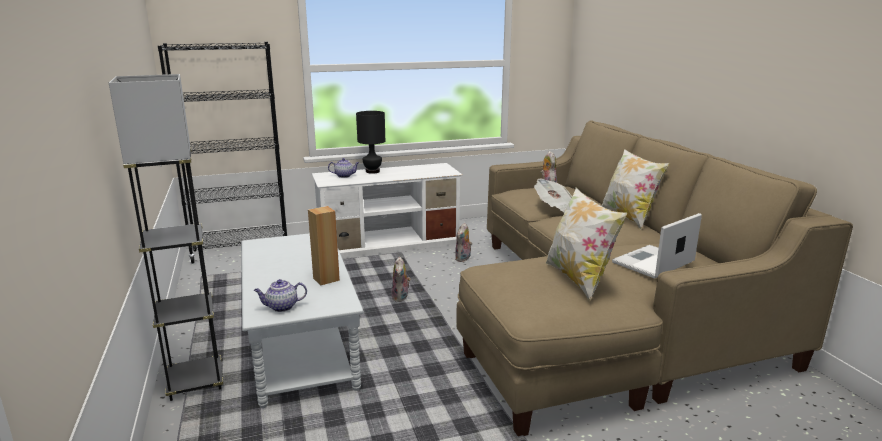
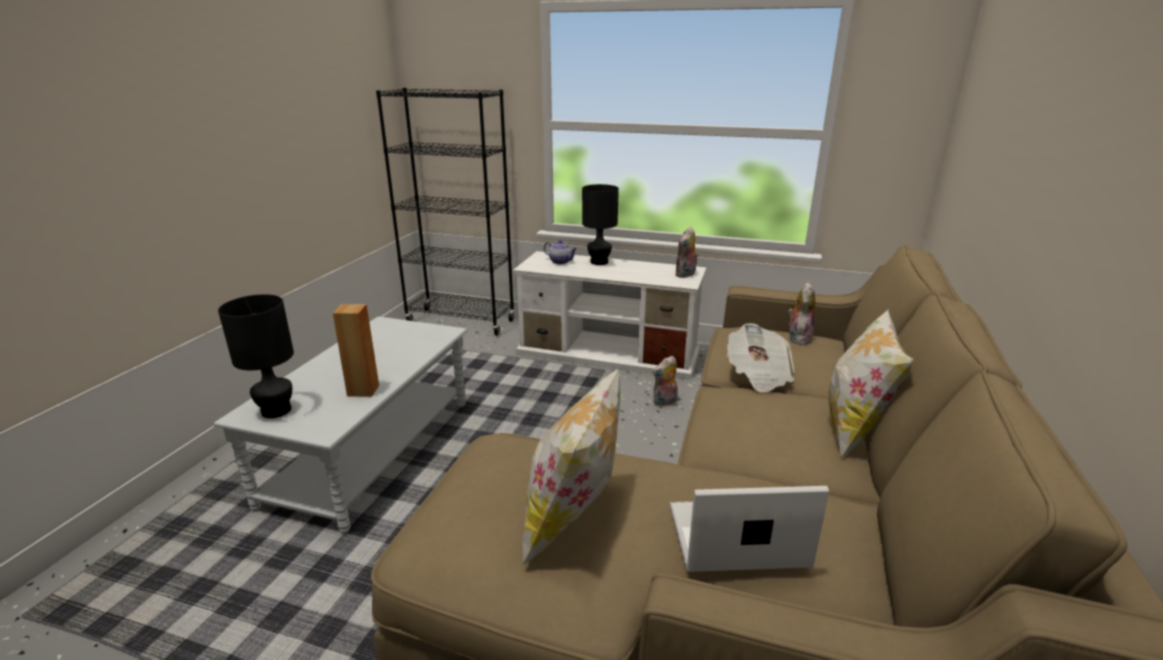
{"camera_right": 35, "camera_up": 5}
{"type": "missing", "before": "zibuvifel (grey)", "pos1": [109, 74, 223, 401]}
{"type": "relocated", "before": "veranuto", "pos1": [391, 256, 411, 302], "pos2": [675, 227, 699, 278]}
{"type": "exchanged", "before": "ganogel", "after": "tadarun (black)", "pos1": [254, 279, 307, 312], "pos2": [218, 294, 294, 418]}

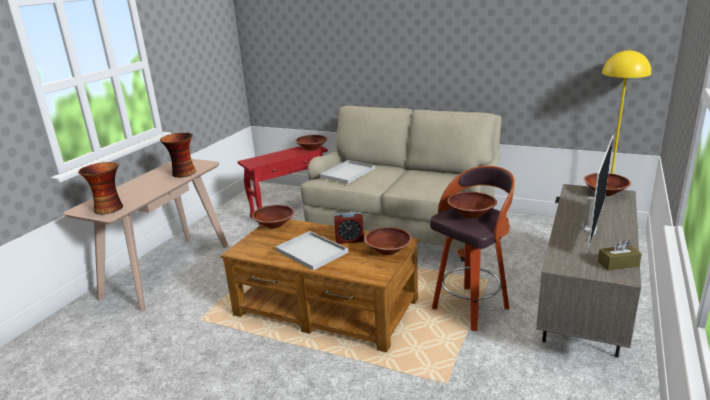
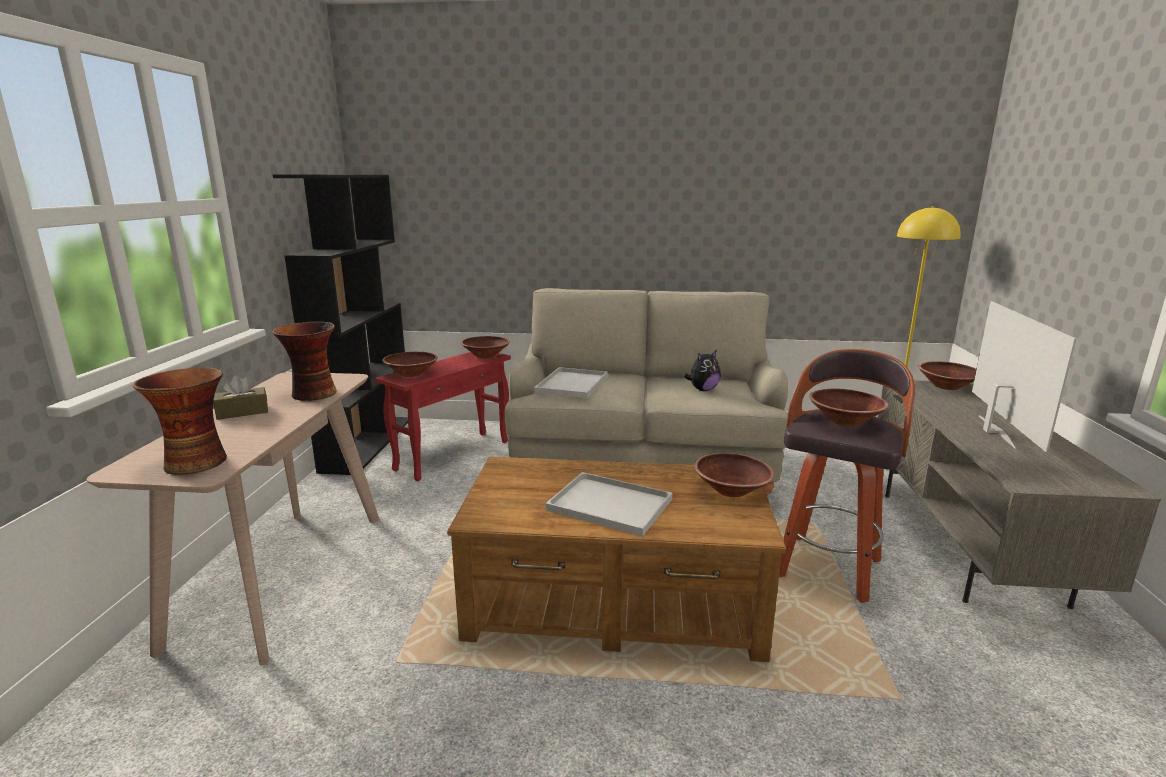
{"camera_right": -20, "camera_up": -5}
{"type": "missing", "before": "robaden", "pos1": [334, 212, 364, 244]}
{"type": "appeared", "after": "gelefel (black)", "pos2": [273, 175, 408, 475]}
{"type": "appeared", "after": "veranuto", "pos2": [684, 350, 721, 391]}
{"type": "relocated", "before": "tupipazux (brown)", "pos1": [252, 205, 294, 229], "pos2": [382, 352, 438, 377]}
{"type": "relocated", "before": "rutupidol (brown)", "pos1": [598, 239, 642, 270], "pos2": [213, 375, 268, 420]}

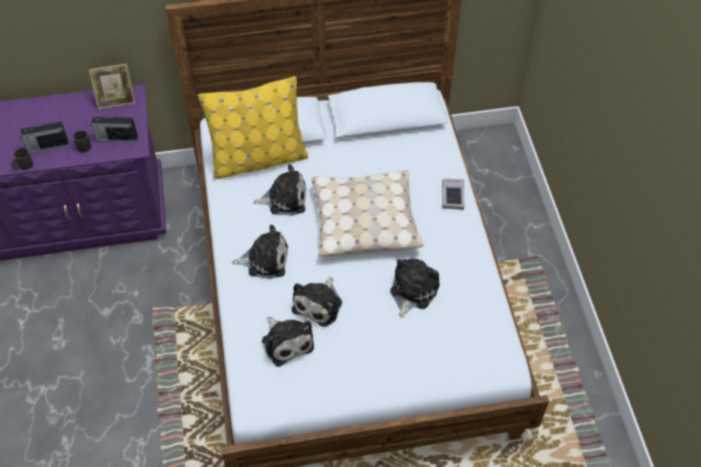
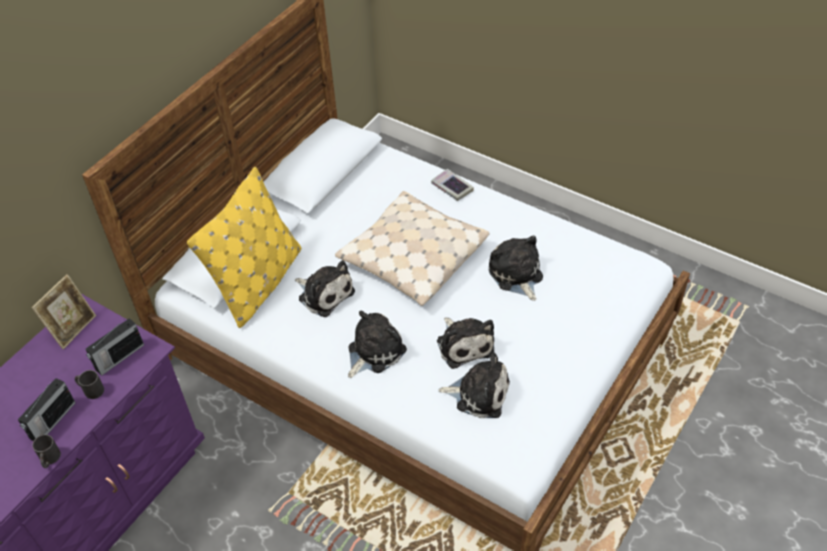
{"camera_right": -45, "camera_up": -5}
{"type": "spun", "before": "veranuto", "pos1": [253, 164, 306, 216], "pos2": [295, 260, 355, 317], "turn": 90}

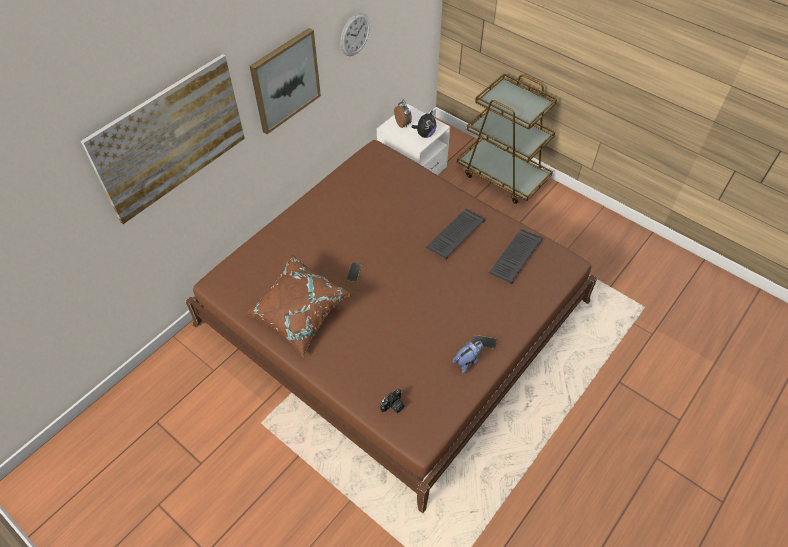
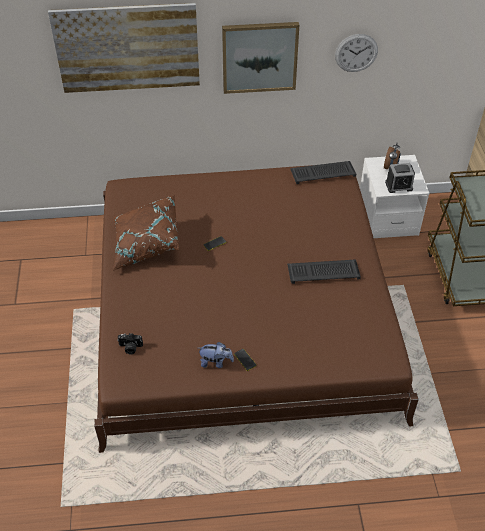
{"camera_right": 45, "camera_up": -5}
{"type": "relocated", "before": "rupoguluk", "pos1": [489, 229, 543, 285], "pos2": [290, 161, 357, 184]}
{"type": "exchanged", "before": "veranuto", "after": "robaden", "pos1": [412, 110, 436, 138], "pos2": [385, 163, 415, 193]}

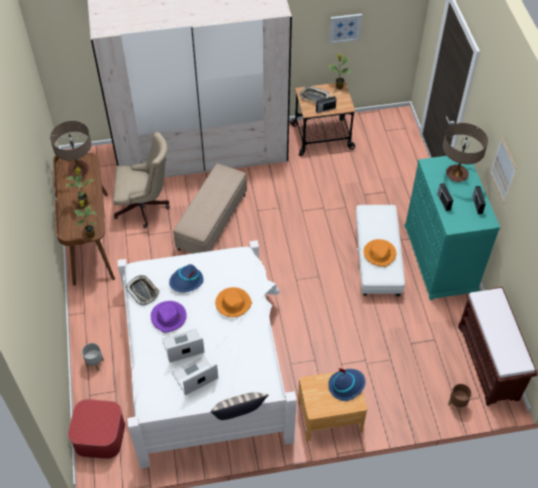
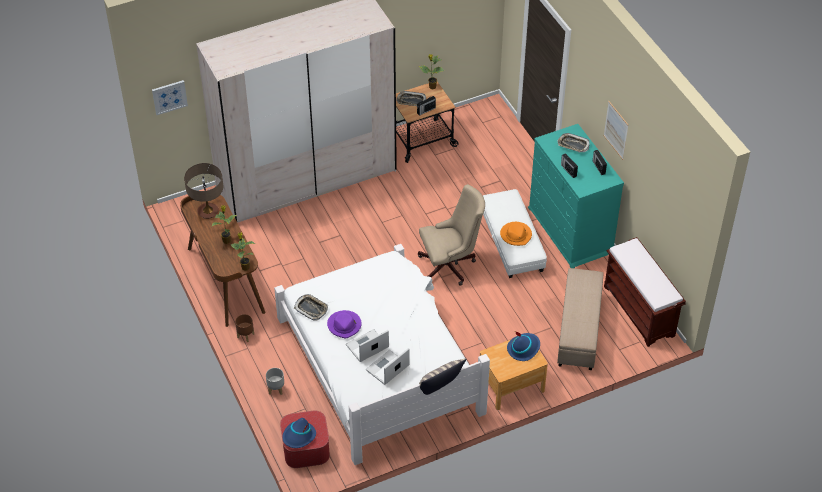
{"camera_right": -15, "camera_up": -5}
{"type": "missing", "before": "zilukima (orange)", "pos1": [215, 287, 252, 317]}
{"type": "relocated", "before": "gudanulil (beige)", "pos1": [113, 132, 170, 228], "pos2": [418, 184, 485, 286]}
{"type": "relocated", "before": "zilukima (blue)", "pos1": [169, 264, 203, 293], "pos2": [282, 418, 316, 448]}
{"type": "relocated", "before": "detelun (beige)", "pos1": [173, 163, 247, 254], "pos2": [557, 268, 603, 370]}
{"type": "relocated", "before": "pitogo", "pos1": [329, 14, 362, 44], "pos2": [152, 80, 188, 115]}
{"type": "relocated", "before": "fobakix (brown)", "pos1": [448, 384, 472, 412], "pos2": [235, 314, 254, 342]}
{"type": "exchanged", "before": "tadarun", "after": "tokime", "pos1": [443, 123, 488, 182], "pos2": [557, 133, 590, 152]}

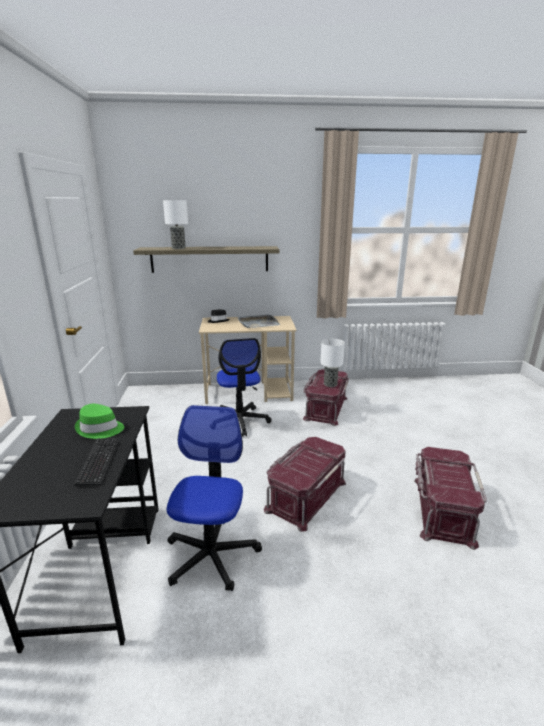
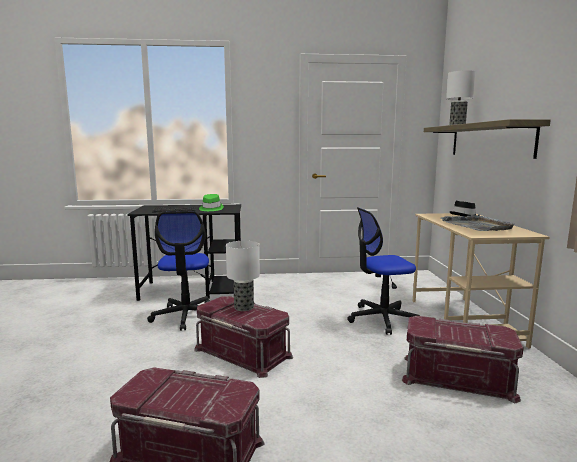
{"camera_right": 90, "camera_up": -10}
{"type": "relocated", "before": "tadarun", "pos1": [320, 339, 345, 387], "pos2": [226, 241, 260, 311]}
{"type": "spun", "before": "gudanulil", "pos1": [167, 405, 262, 591], "pos2": [147, 211, 210, 331], "turn": 75}

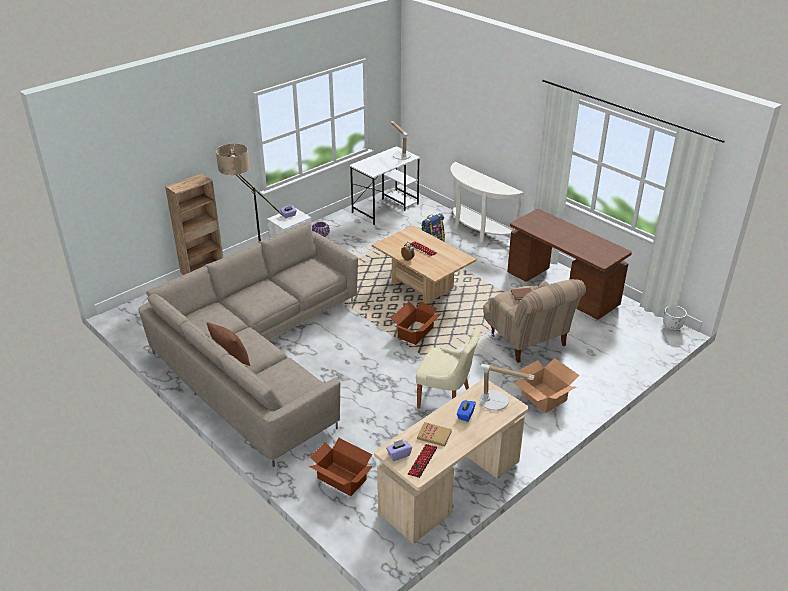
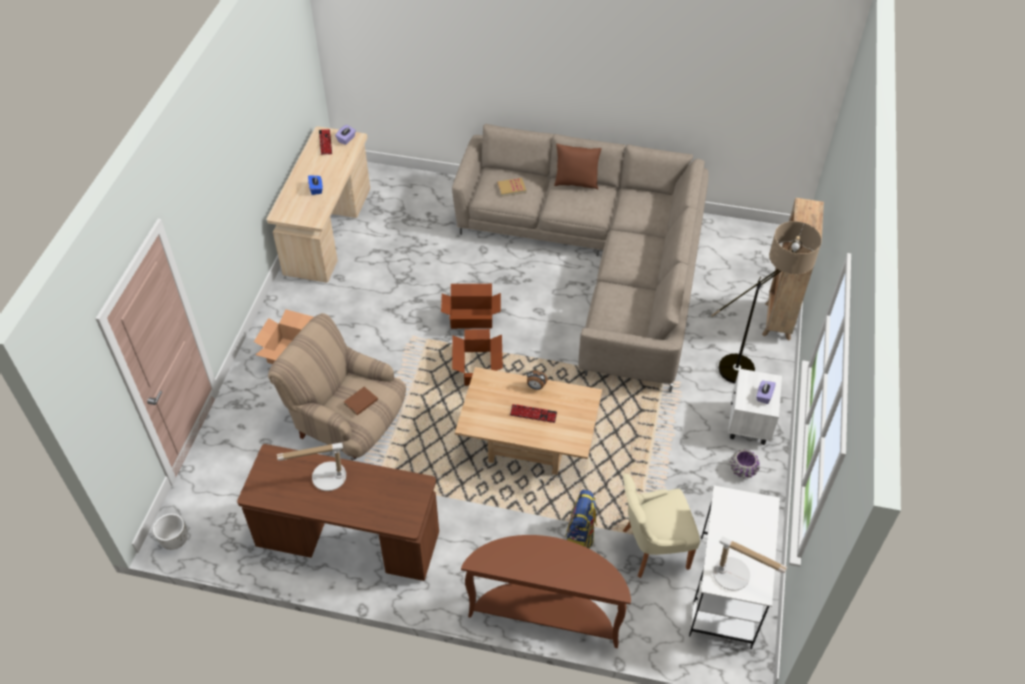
{"camera_right": 145, "camera_up": 15}
{"type": "relocated", "before": "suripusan", "pos1": [309, 438, 373, 496], "pos2": [441, 284, 501, 329]}
{"type": "relocated", "before": "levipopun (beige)", "pos1": [416, 327, 481, 409], "pos2": [623, 473, 700, 578]}
{"type": "relocated", "before": "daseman", "pos1": [417, 422, 452, 447], "pos2": [497, 178, 526, 197]}
{"type": "relocated", "before": "tadarun", "pos1": [480, 364, 535, 411], "pos2": [277, 443, 346, 491]}
{"type": "colour", "before": "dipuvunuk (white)", "after": "dipuvunuk (brown)", "pos1": [450, 162, 524, 243], "pos2": [461, 535, 631, 648]}

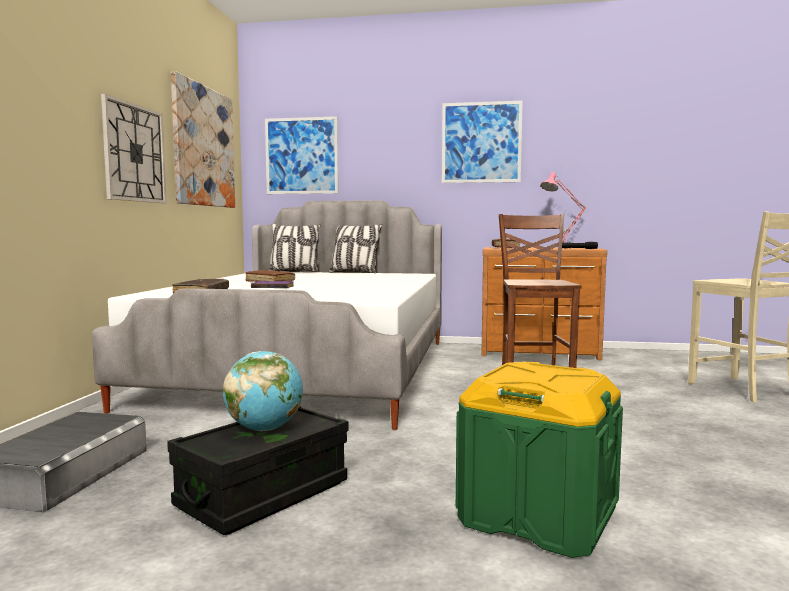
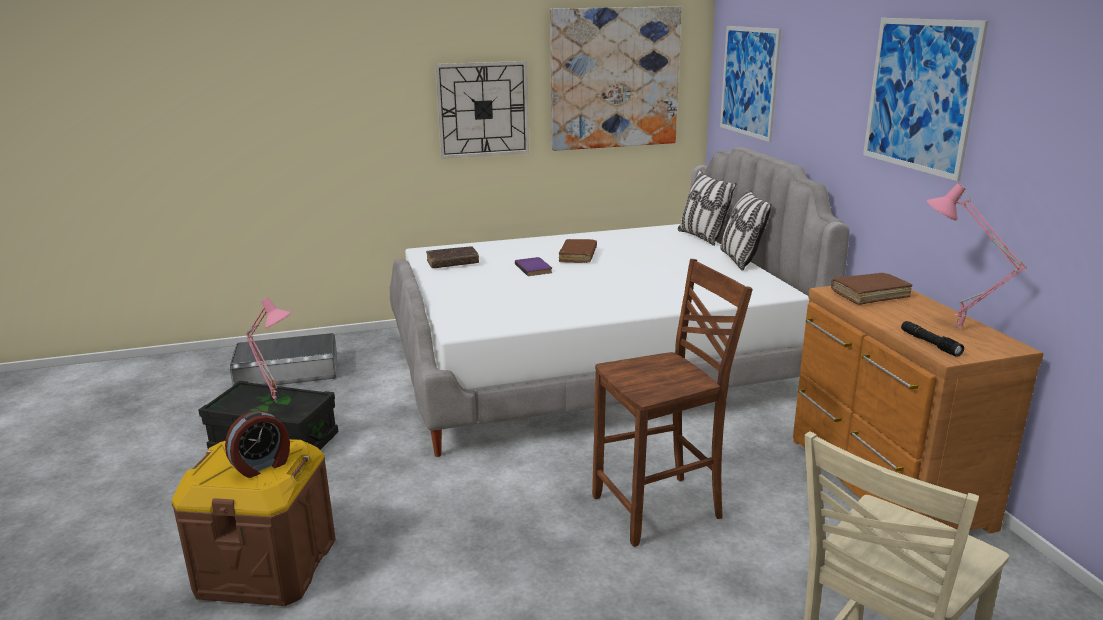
{"camera_right": 65, "camera_up": 15}
{"type": "appeared", "after": "robaden", "pos2": [225, 410, 290, 478]}
{"type": "exchanged", "before": "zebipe", "after": "tadarun (pink)", "pos1": [223, 351, 303, 431], "pos2": [246, 298, 291, 402]}
{"type": "colour", "before": "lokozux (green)", "after": "lokozux (brown)", "pos1": [456, 362, 623, 558], "pos2": [172, 439, 336, 606]}

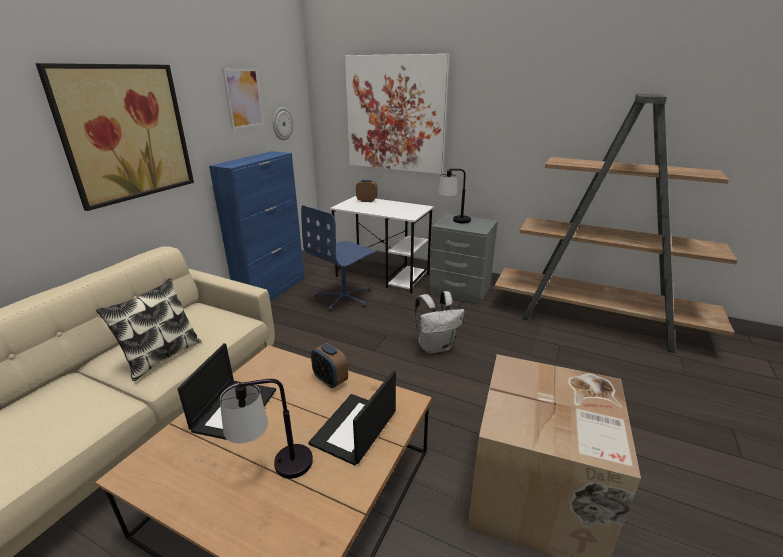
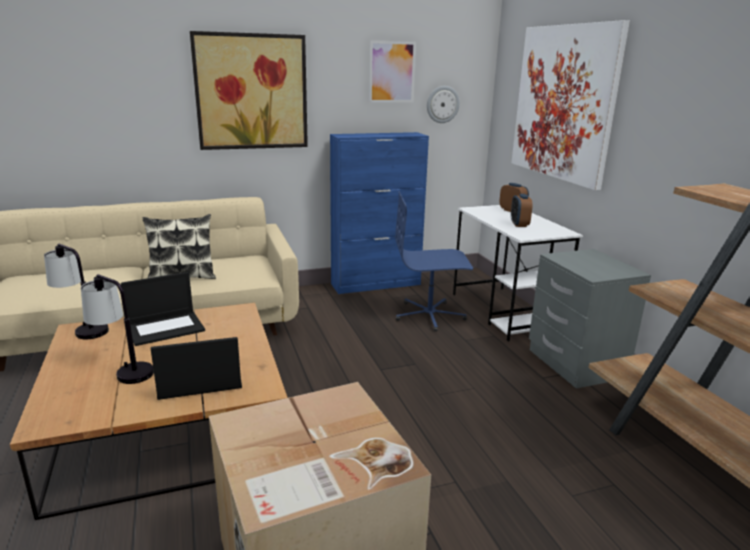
{"camera_right": 45, "camera_up": -5}
{"type": "missing", "before": "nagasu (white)", "pos1": [415, 291, 465, 354]}
{"type": "relocated", "before": "robaden", "pos1": [311, 343, 348, 389], "pos2": [511, 194, 533, 227]}
{"type": "relocated", "before": "tadarun", "pos1": [438, 169, 471, 223], "pos2": [44, 244, 109, 339]}

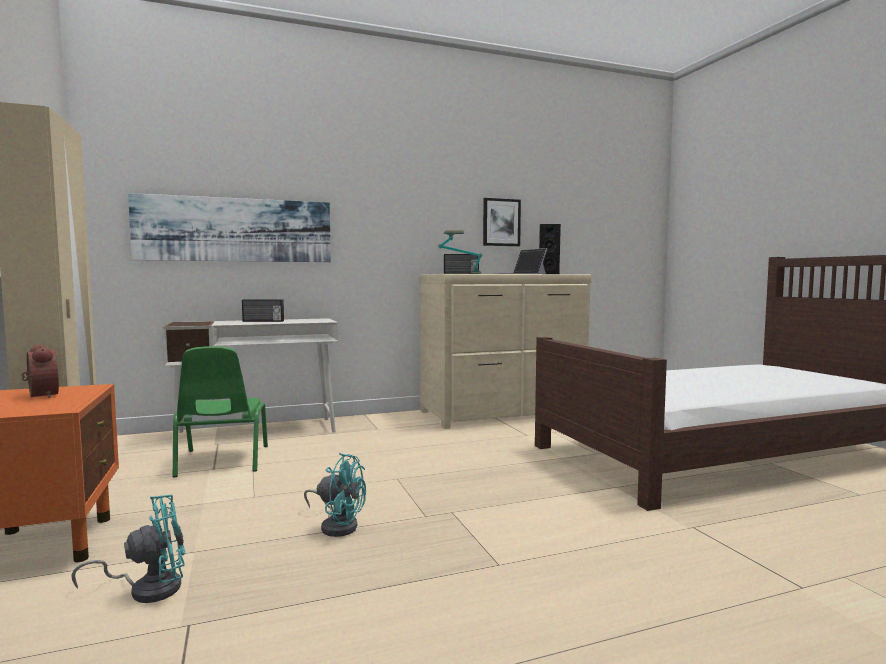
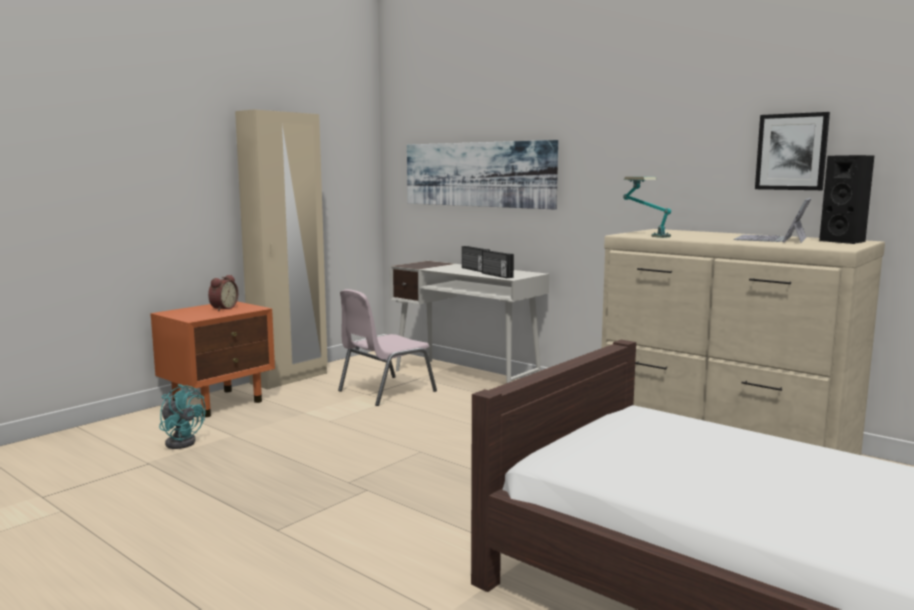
{"camera_right": 60, "camera_up": 5}
{"type": "missing", "before": "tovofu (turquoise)", "pos1": [304, 453, 366, 537]}
{"type": "relocated", "before": "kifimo", "pos1": [444, 254, 479, 274], "pos2": [482, 250, 514, 278]}
{"type": "colour", "before": "levipopun (green)", "after": "levipopun (pink)", "pos1": [173, 346, 268, 477], "pos2": [338, 289, 437, 406]}

